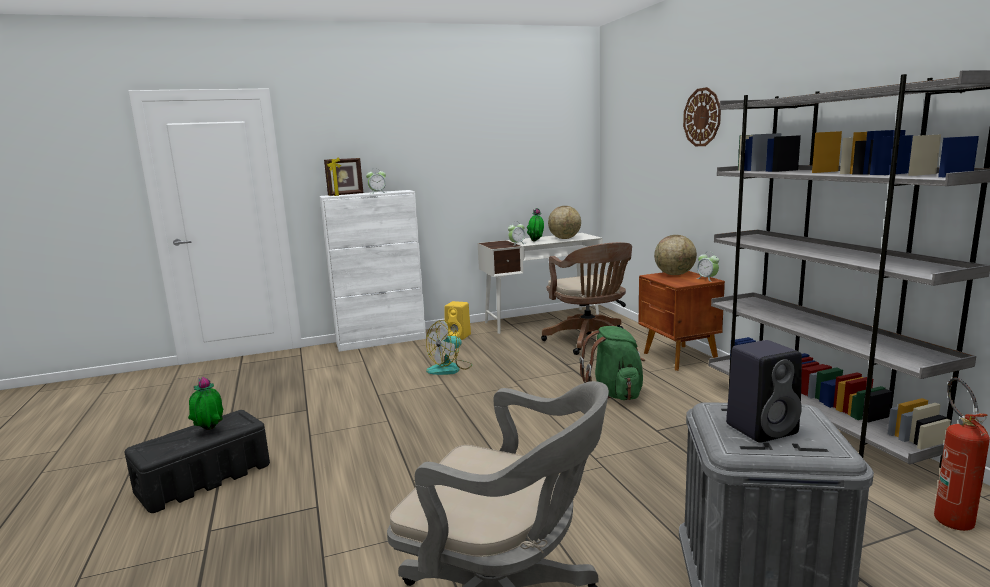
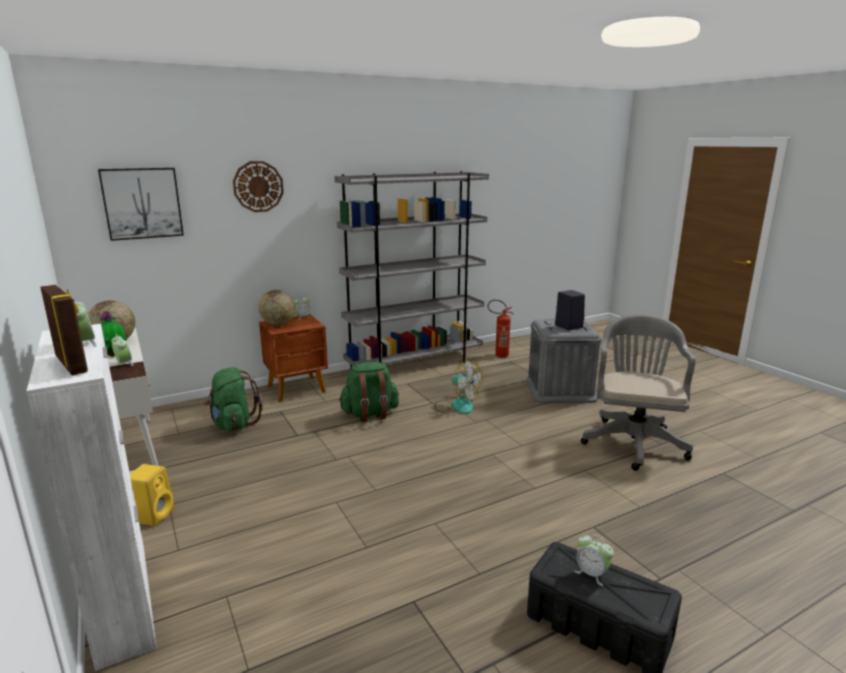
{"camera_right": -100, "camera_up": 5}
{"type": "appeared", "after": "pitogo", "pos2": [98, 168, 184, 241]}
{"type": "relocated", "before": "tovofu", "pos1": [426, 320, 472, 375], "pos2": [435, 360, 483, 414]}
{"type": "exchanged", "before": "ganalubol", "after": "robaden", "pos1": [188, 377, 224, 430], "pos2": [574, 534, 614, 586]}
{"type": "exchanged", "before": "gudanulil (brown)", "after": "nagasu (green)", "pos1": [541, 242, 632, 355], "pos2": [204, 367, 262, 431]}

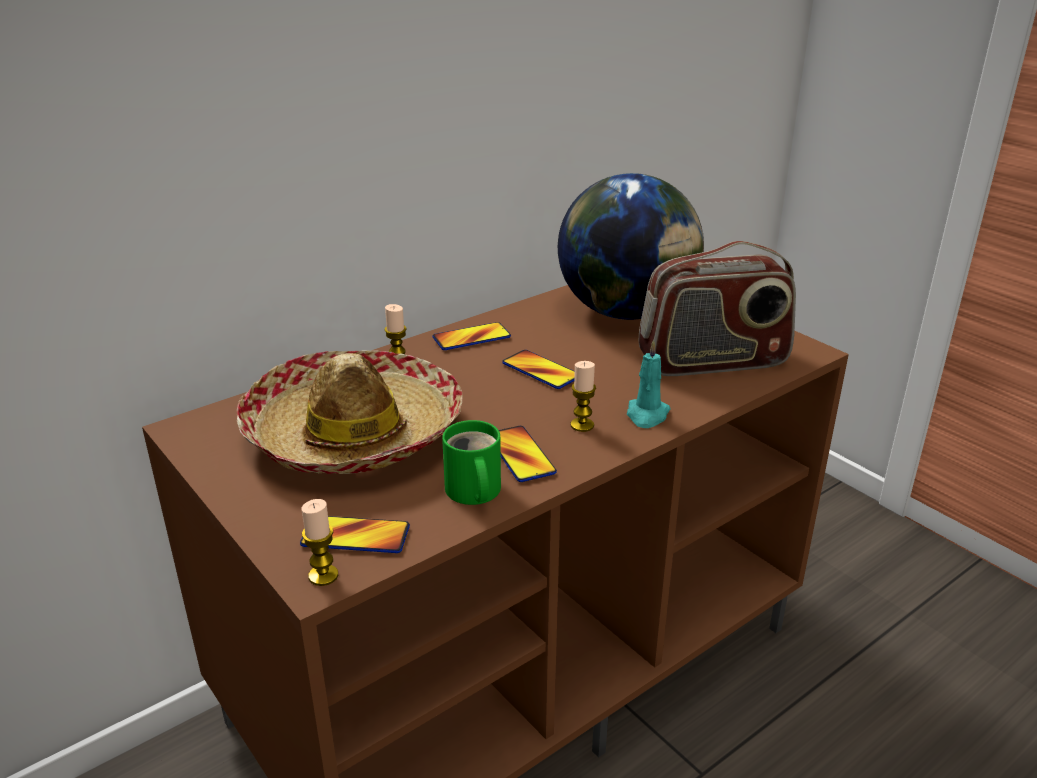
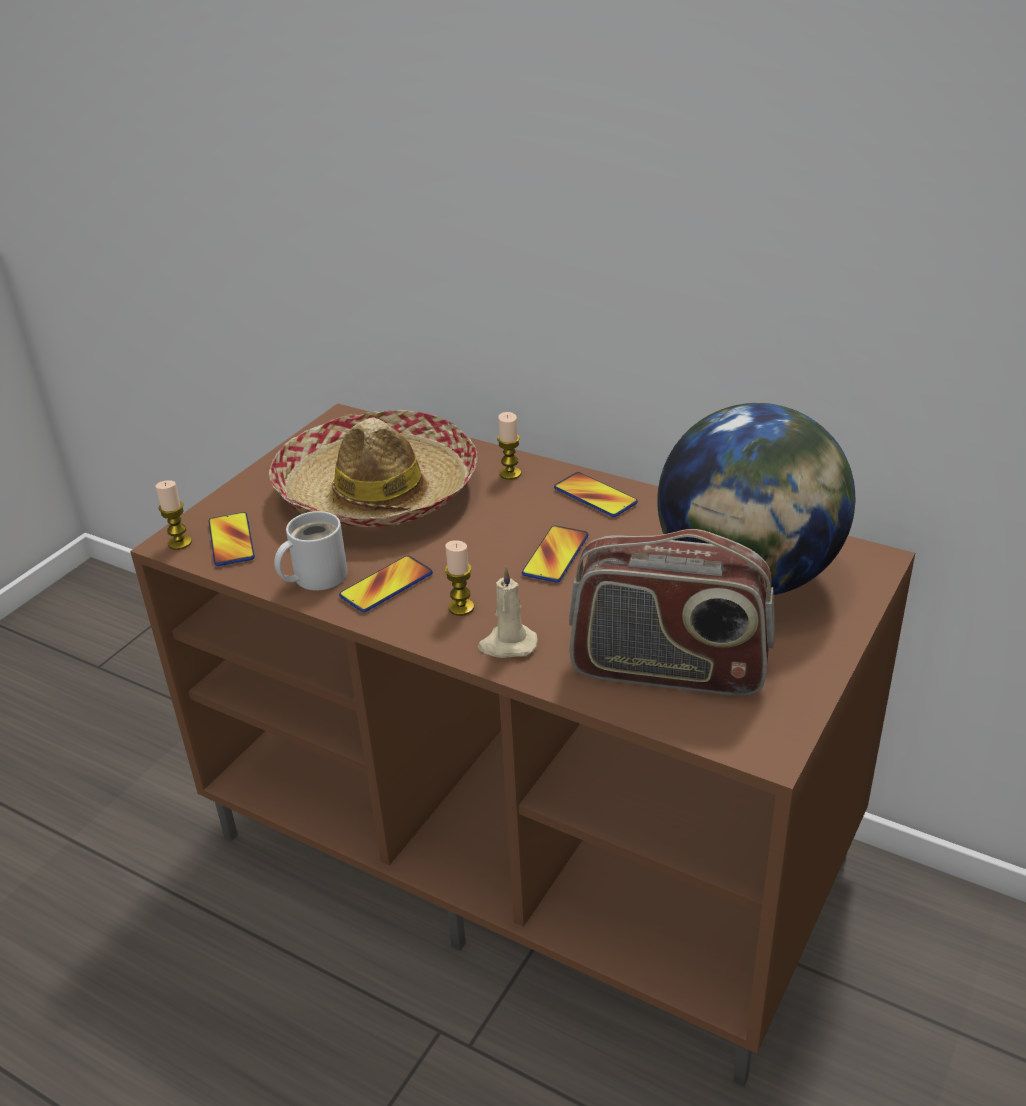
{"camera_right": 70, "camera_up": 5}
{"type": "colour", "before": "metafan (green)", "after": "metafan (white)", "pos1": [442, 420, 501, 505], "pos2": [274, 511, 348, 591]}
{"type": "colour", "before": "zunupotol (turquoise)", "after": "zunupotol (beige)", "pos1": [627, 339, 671, 428], "pos2": [478, 566, 538, 658]}
{"type": "spun", "before": "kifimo", "pos1": [639, 241, 796, 376], "pos2": [569, 529, 775, 696], "turn": -45}

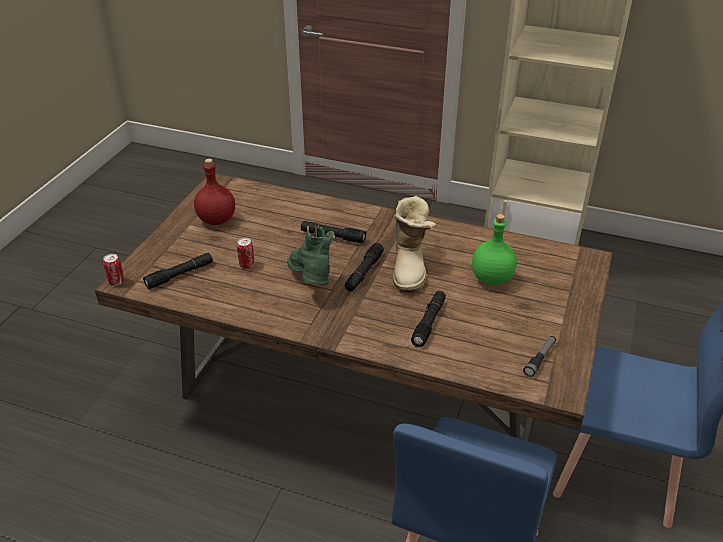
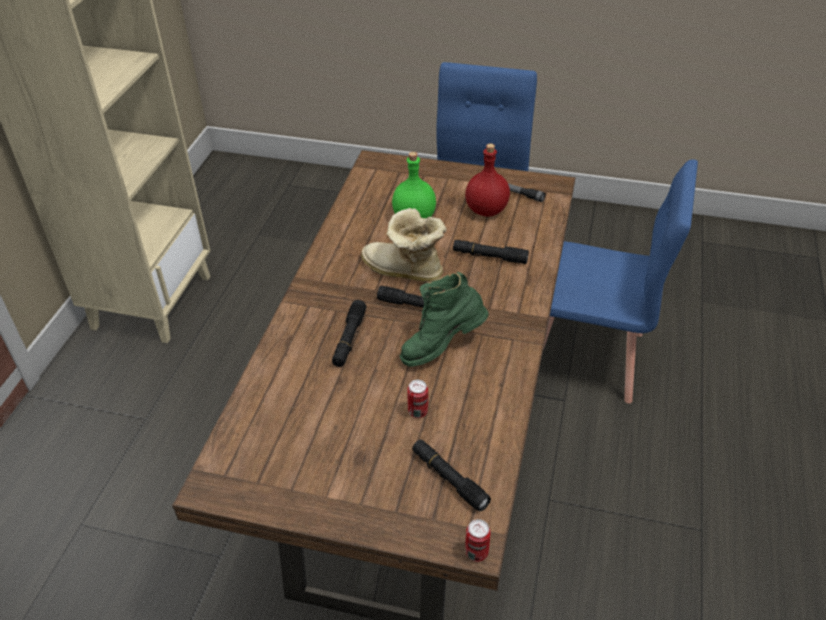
{"camera_right": -95, "camera_up": 5}
{"type": "relocated", "before": "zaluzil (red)", "pos1": [194, 159, 235, 225], "pos2": [465, 143, 510, 217]}
{"type": "spun", "before": "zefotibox", "pos1": [393, 196, 436, 293], "pos2": [361, 208, 447, 282], "turn": -150}

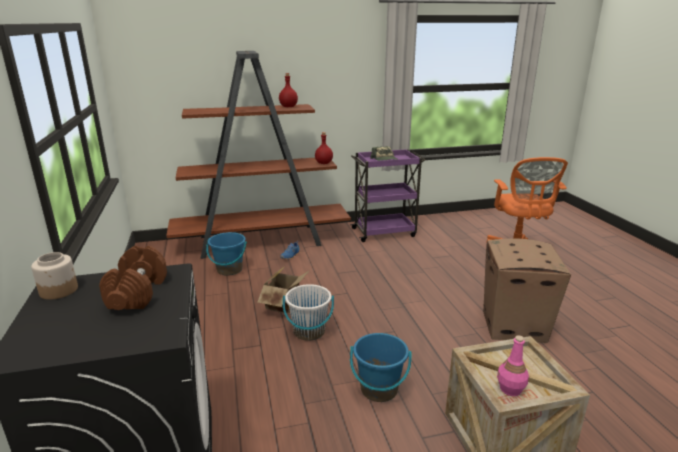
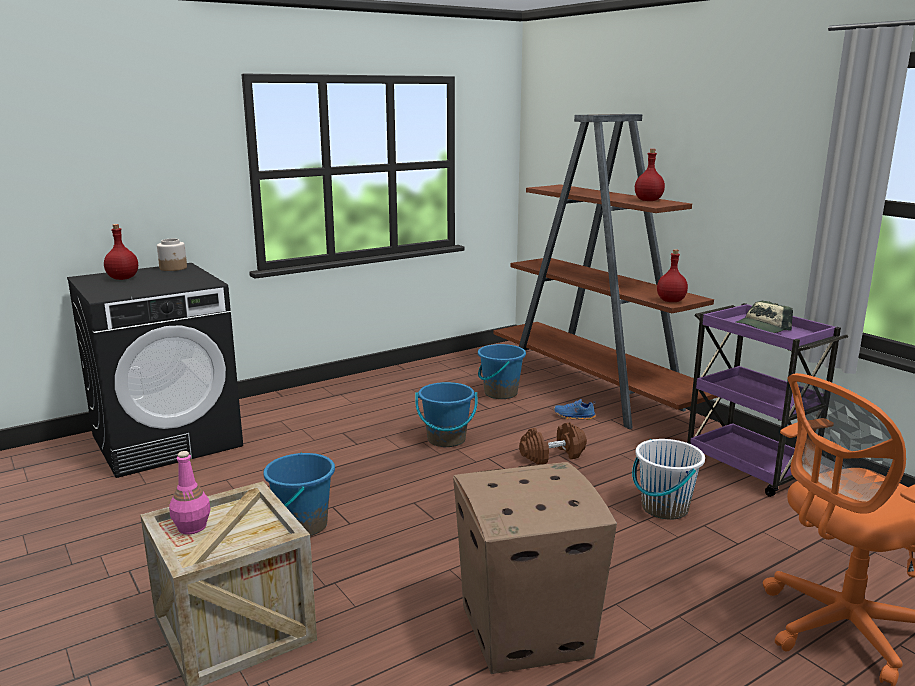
{"camera_right": 70, "camera_up": -5}
{"type": "appeared", "after": "zaluzil (red)", "pos2": [104, 224, 138, 280]}
{"type": "relocated", "before": "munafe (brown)", "pos1": [99, 246, 167, 310], "pos2": [519, 423, 587, 465]}
{"type": "relocated", "before": "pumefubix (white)", "pos1": [283, 284, 334, 341], "pos2": [632, 439, 705, 520]}
{"type": "exchanged", "before": "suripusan", "after": "pumefubix (blue)", "pos1": [258, 266, 310, 313], "pos2": [415, 382, 477, 447]}

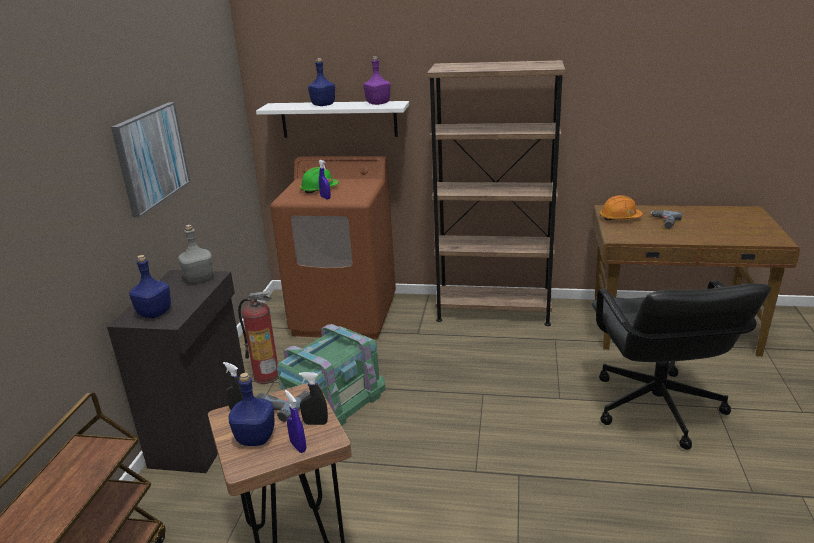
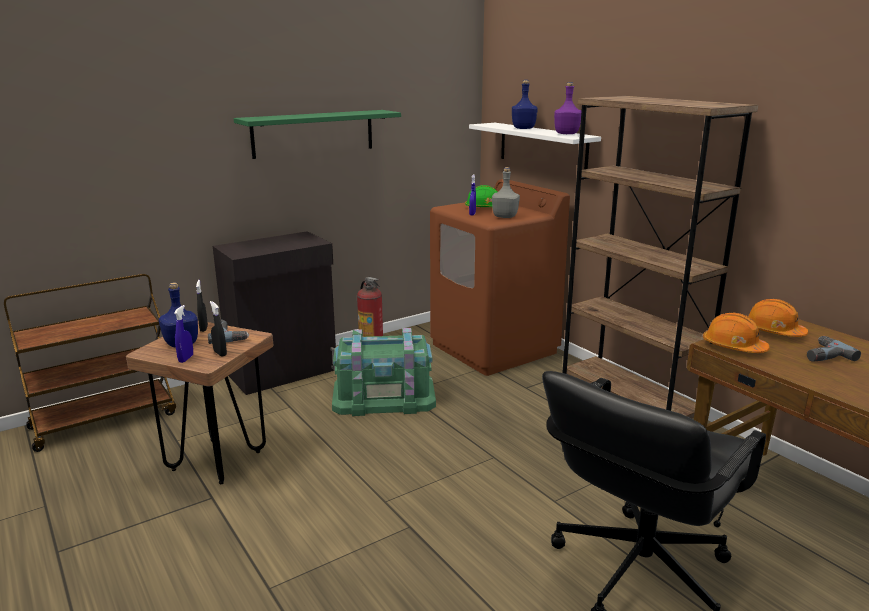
{"camera_right": 45, "camera_up": -5}
{"type": "missing", "before": "zaluzil (blue)", "pos1": [129, 255, 171, 318]}
{"type": "appeared", "after": "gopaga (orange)", "pos2": [703, 313, 770, 353]}
{"type": "relocated", "before": "zaluzil (grey)", "pos1": [178, 225, 213, 283], "pos2": [492, 167, 520, 218]}
{"type": "exchanged", "before": "pitogo", "after": "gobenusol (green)", "pos1": [111, 102, 190, 217], "pos2": [234, 110, 401, 159]}

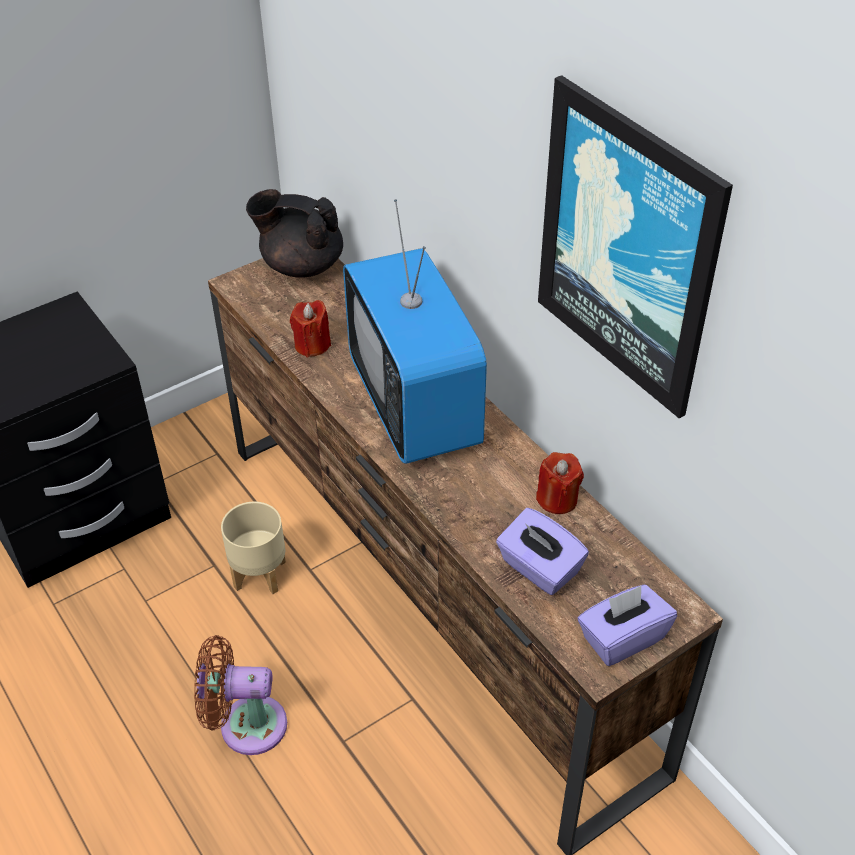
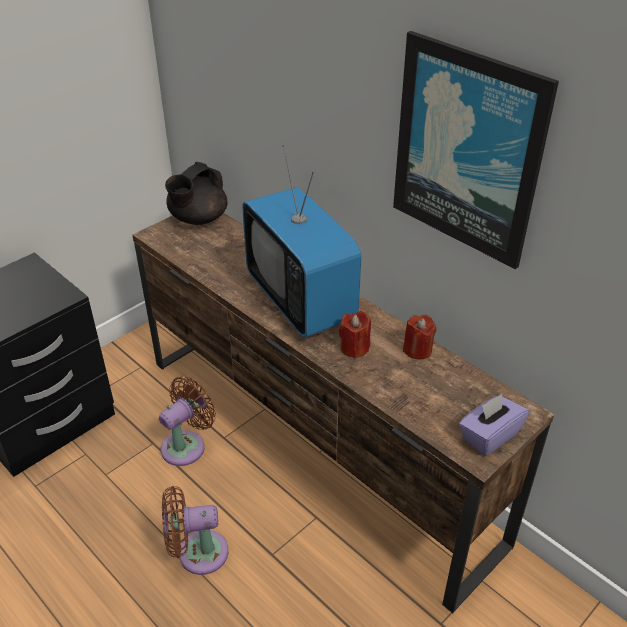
{"camera_right": -10, "camera_up": -5}
{"type": "missing", "before": "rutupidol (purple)", "pos1": [496, 508, 589, 595]}
{"type": "relocated", "before": "zunupotol (red)", "pos1": [290, 300, 331, 357], "pos2": [339, 311, 371, 358]}
{"type": "exchanged", "before": "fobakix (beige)", "after": "tovofu (brown)", "pos1": [221, 502, 286, 594], "pos2": [159, 376, 216, 466]}
{"type": "spun", "before": "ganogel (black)", "pos1": [246, 189, 343, 278], "pos2": [165, 162, 228, 225], "turn": -60}

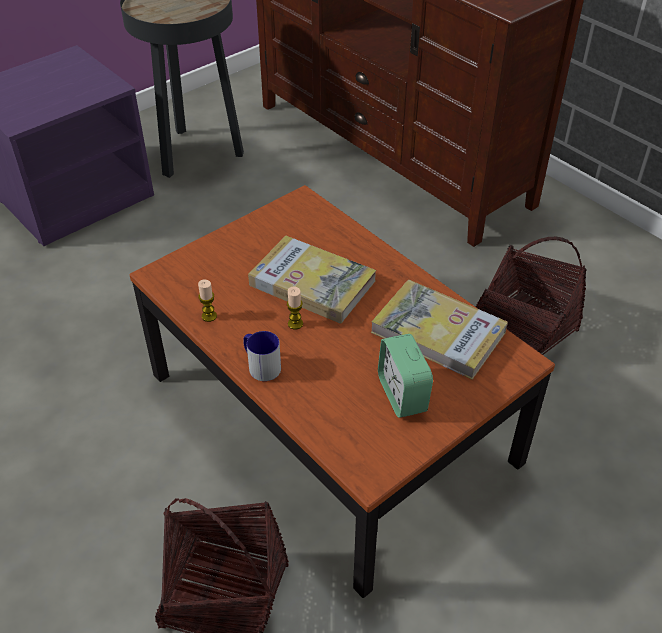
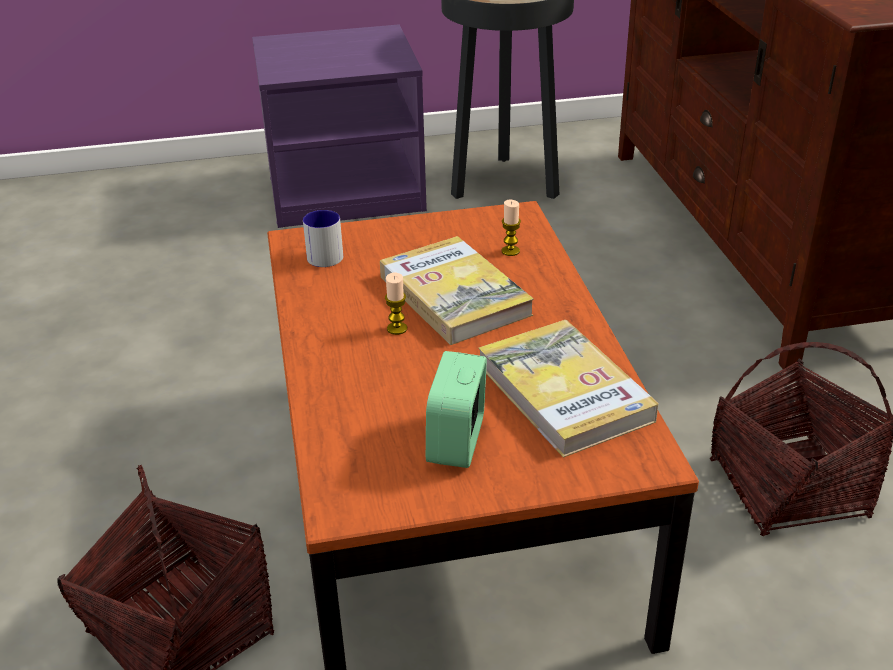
{"camera_right": 30, "camera_up": -10}
{"type": "relocated", "before": "zunupotol", "pos1": [198, 280, 217, 322], "pos2": [502, 200, 521, 256]}
{"type": "relocated", "before": "metafan", "pos1": [243, 331, 281, 381], "pos2": [303, 210, 343, 267]}

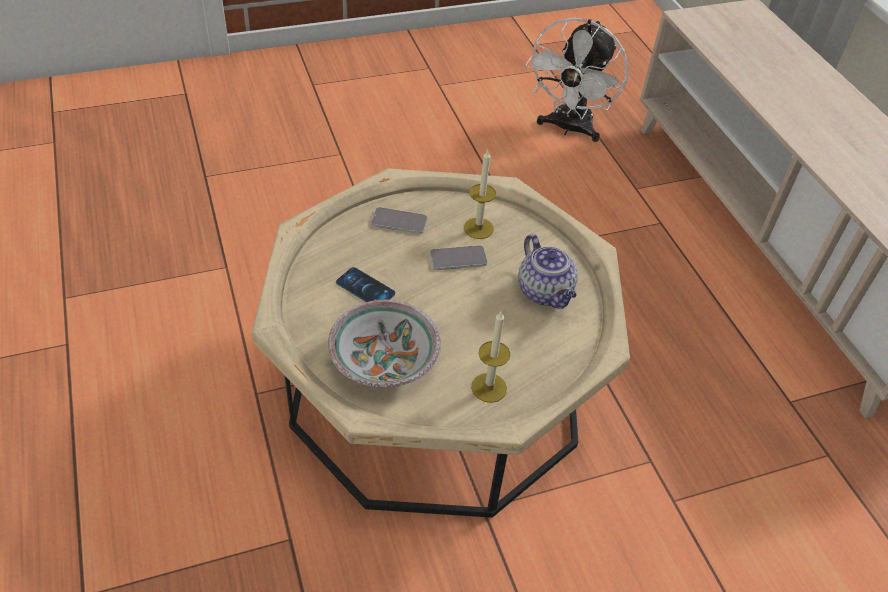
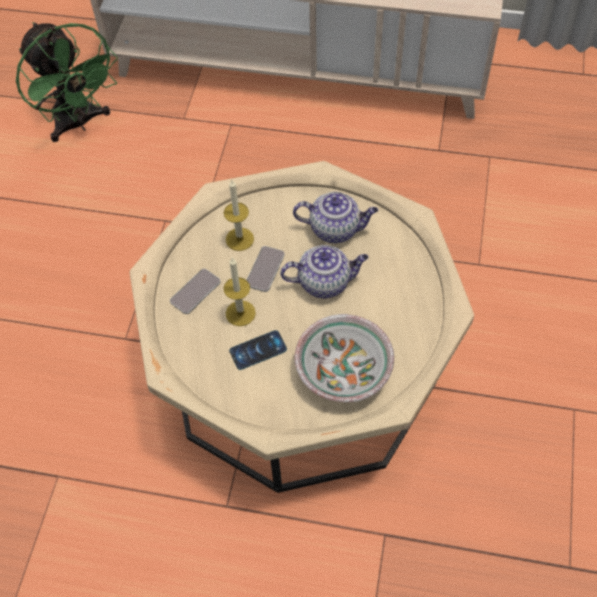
{"camera_right": -55, "camera_up": 10}
{"type": "appeared", "after": "ganogel", "pos2": [280, 245, 369, 298]}
{"type": "relocated", "before": "zunupotol", "pos1": [471, 311, 510, 403], "pos2": [224, 258, 256, 326]}
{"type": "colour", "before": "tovofu (white)", "after": "tovofu (green)", "pos1": [525, 18, 629, 142], "pos2": [16, 22, 118, 142]}

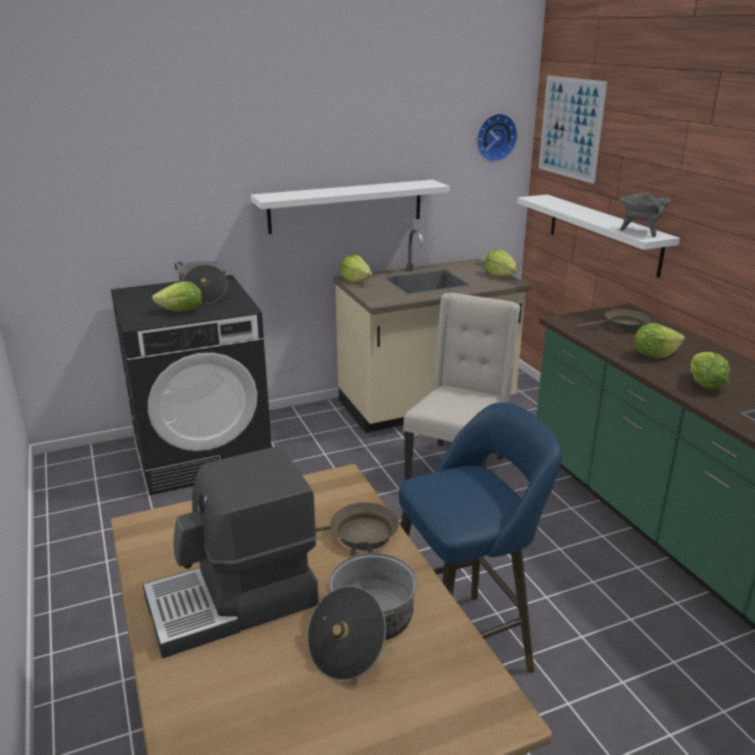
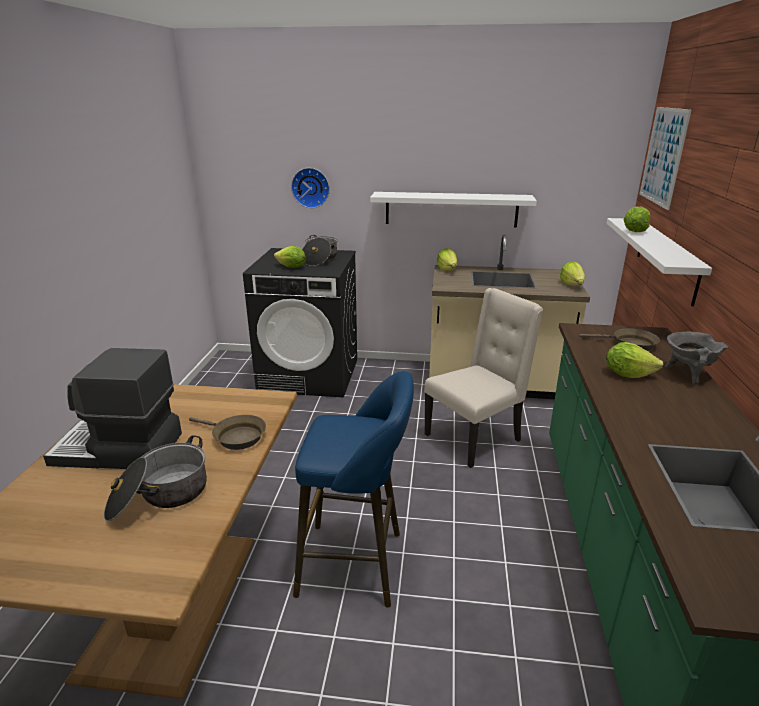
{"camera_right": 30, "camera_up": 0}
{"type": "relocated", "before": "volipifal", "pos1": [476, 113, 518, 163], "pos2": [291, 168, 330, 208]}
{"type": "relocated", "before": "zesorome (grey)", "pos1": [620, 193, 670, 237], "pos2": [665, 332, 728, 386]}
{"type": "relocated", "before": "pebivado", "pos1": [691, 352, 730, 389], "pos2": [624, 207, 650, 232]}

